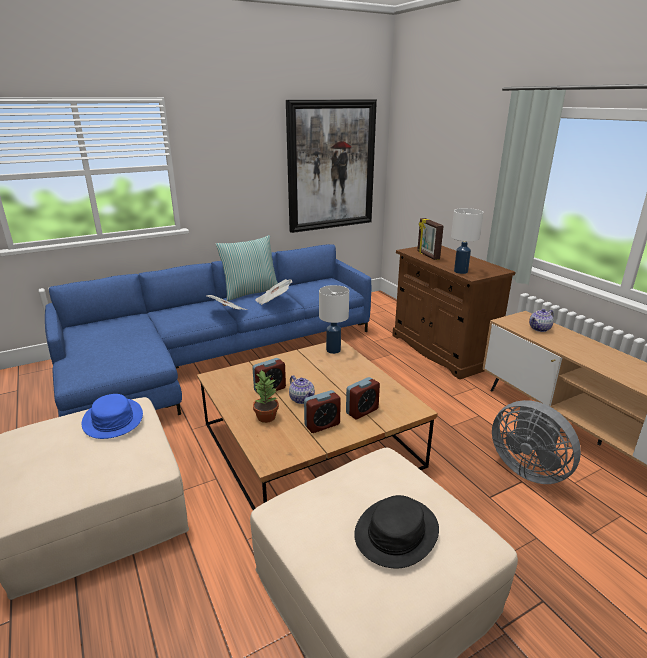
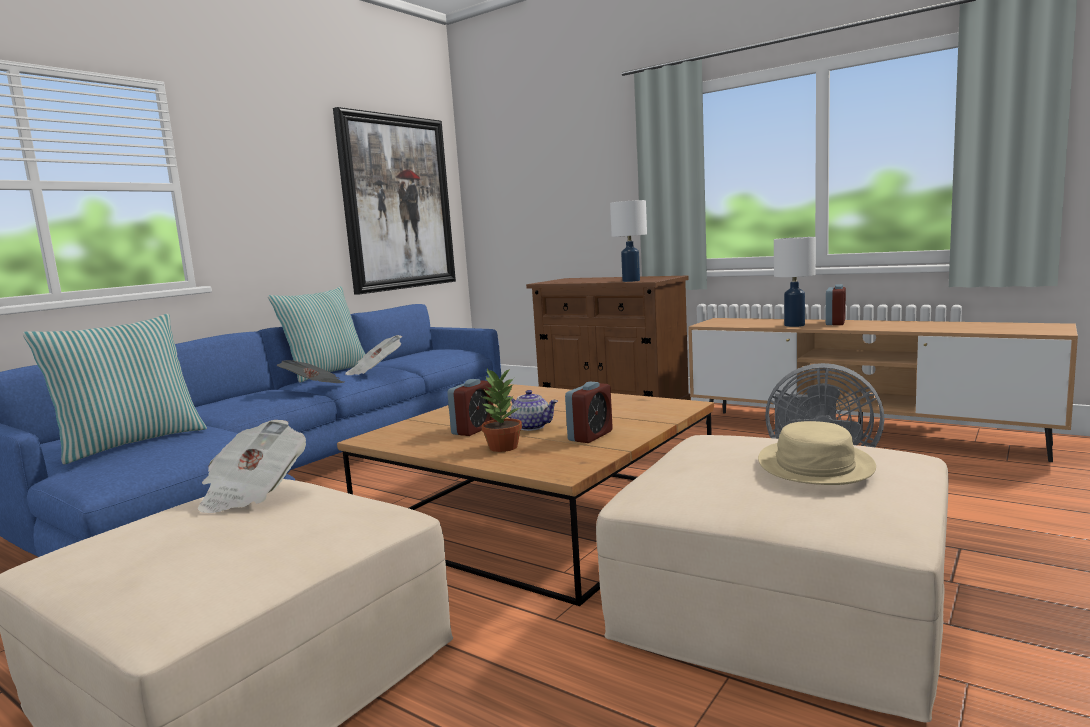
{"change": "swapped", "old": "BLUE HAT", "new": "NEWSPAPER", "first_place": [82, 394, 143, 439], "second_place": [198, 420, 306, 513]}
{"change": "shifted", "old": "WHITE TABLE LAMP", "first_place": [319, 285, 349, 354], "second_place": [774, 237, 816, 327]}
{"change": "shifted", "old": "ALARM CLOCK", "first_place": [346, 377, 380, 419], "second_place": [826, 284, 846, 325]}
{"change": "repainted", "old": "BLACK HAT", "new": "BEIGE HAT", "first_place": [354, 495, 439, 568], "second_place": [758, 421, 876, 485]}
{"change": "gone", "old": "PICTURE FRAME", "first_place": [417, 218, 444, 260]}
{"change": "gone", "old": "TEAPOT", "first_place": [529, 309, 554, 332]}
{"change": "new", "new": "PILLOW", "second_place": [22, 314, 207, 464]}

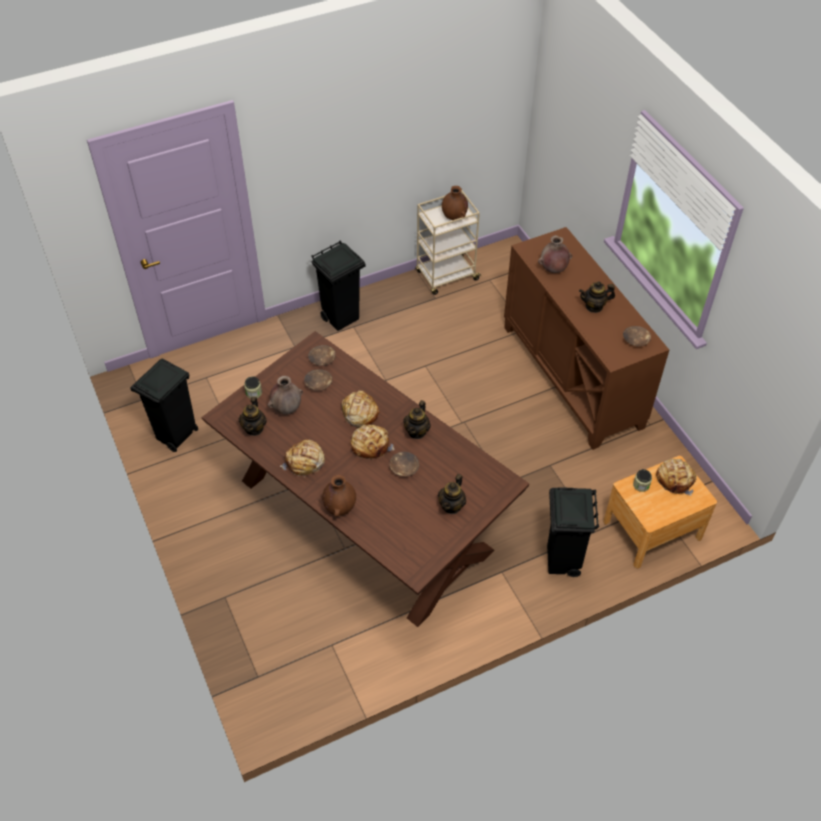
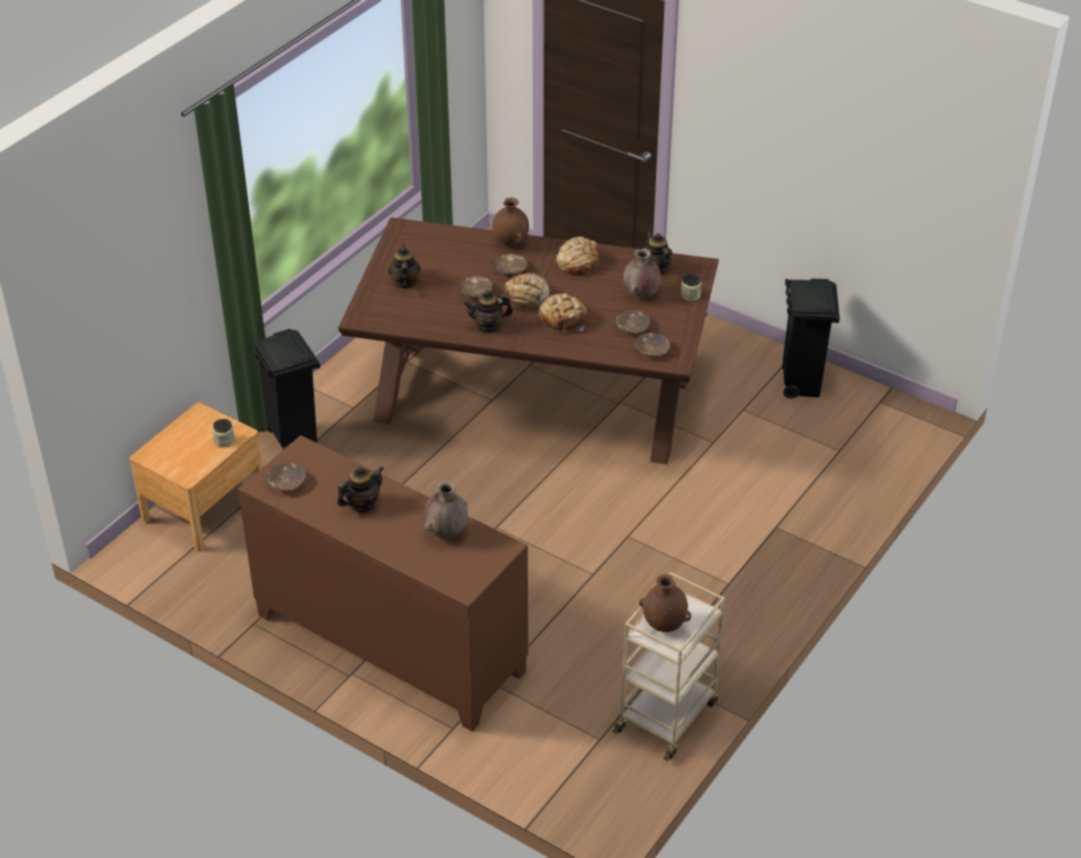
{"change": "gone", "old": "BLACK TRASH CAN", "first_place": [311, 241, 365, 331]}
{"change": "rotated", "old": "TEAPOT", "first_place": [403, 400, 431, 439], "second_place": [463, 290, 513, 333], "degrees": -90}
{"change": "gone", "old": "BREAD", "first_place": [656, 459, 697, 496]}
{"change": "new", "new": "BROWN BOWL", "second_place": [494, 254, 528, 276]}

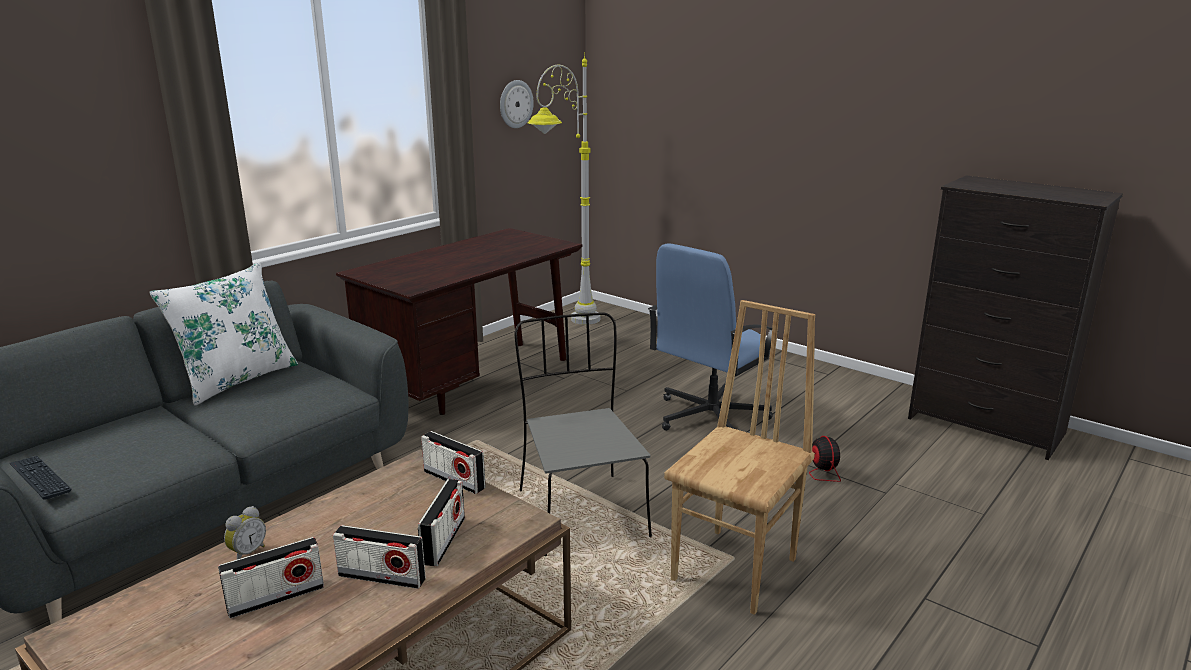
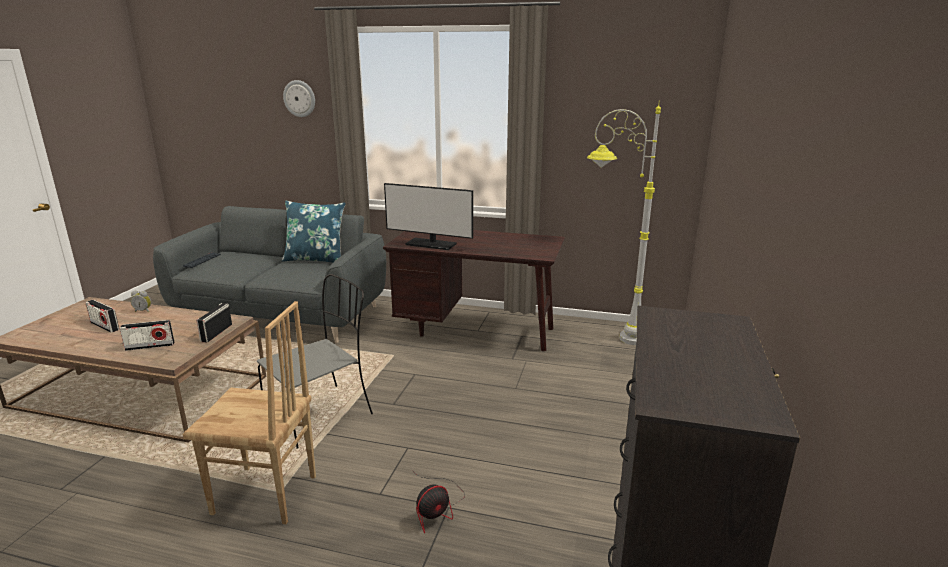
{"change": "repainted", "old": "WHITE PILLOW", "new": "BLUE PILLOW", "first_place": [149, 262, 298, 405], "second_place": [282, 201, 346, 263]}
{"change": "gone", "old": "RADIO", "first_place": [333, 525, 426, 589]}
{"change": "shifted", "old": "WALL CLOCK", "first_place": [500, 80, 534, 128], "second_place": [283, 80, 315, 117]}
{"change": "gone", "old": "BLUE OFFICE CHAIR", "first_place": [648, 243, 779, 431]}
{"change": "new", "new": "MONITOR", "second_place": [384, 183, 473, 250]}

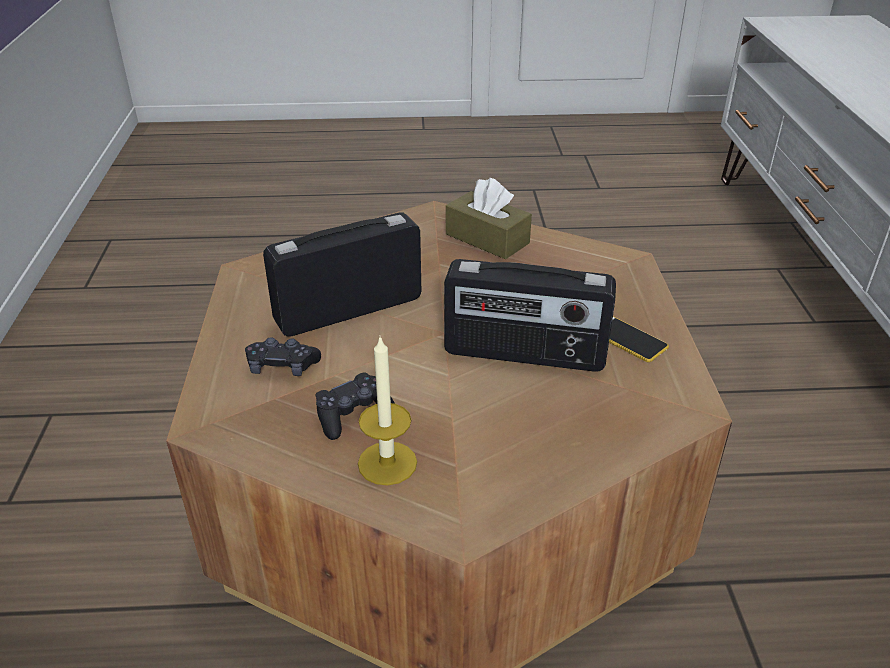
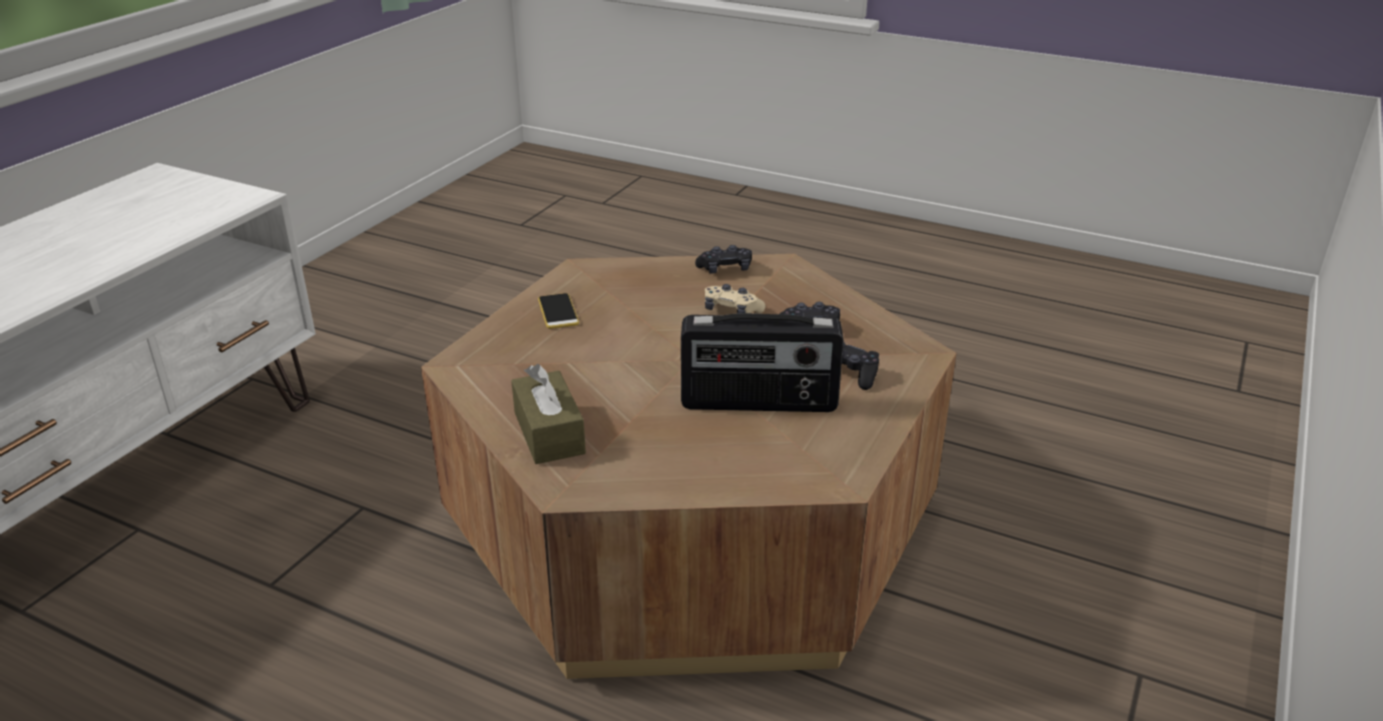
{"change": "gone", "old": "CANDLE", "first_place": [358, 336, 417, 486]}
{"change": "gone", "old": "RADIO", "first_place": [444, 259, 616, 372]}
{"change": "new", "new": "BLACK GAME CONTROLLER", "second_place": [695, 245, 752, 274]}
{"change": "new", "new": "BEIGE GAME CONTROLLER", "second_place": [705, 284, 766, 313]}

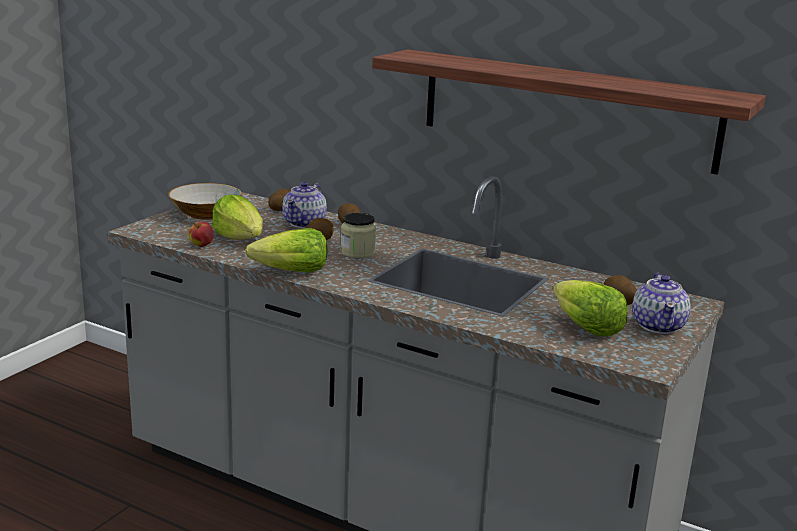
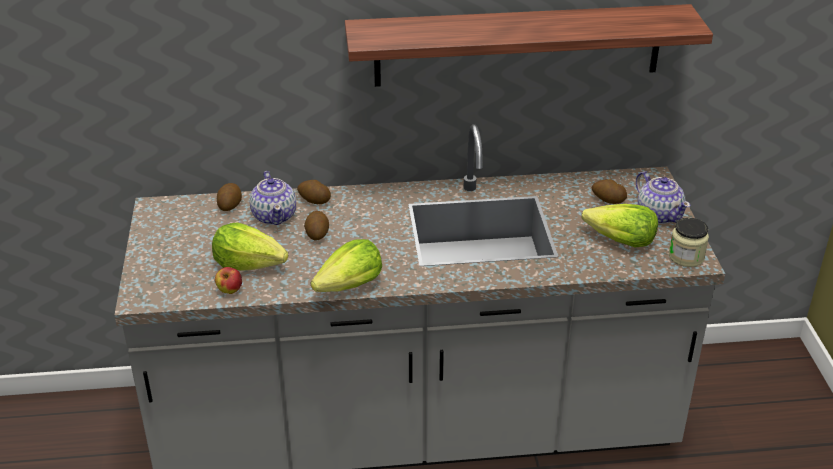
{"change": "gone", "old": "BOWL", "first_place": [168, 183, 242, 220]}
{"change": "shifted", "old": "JAR", "first_place": [341, 213, 376, 258], "second_place": [669, 218, 709, 267]}

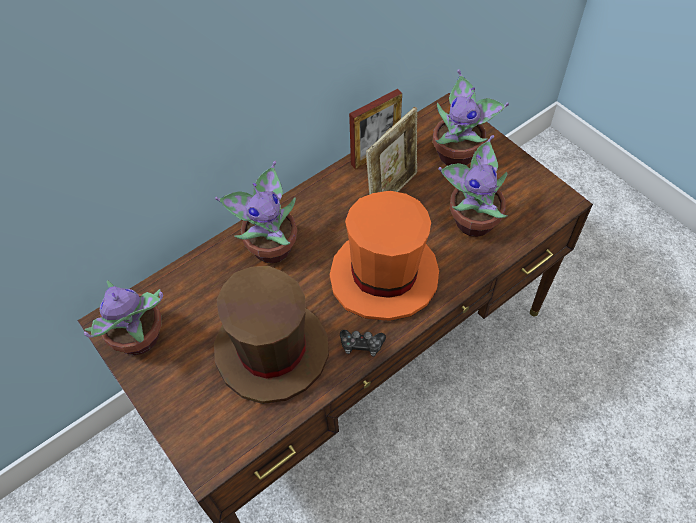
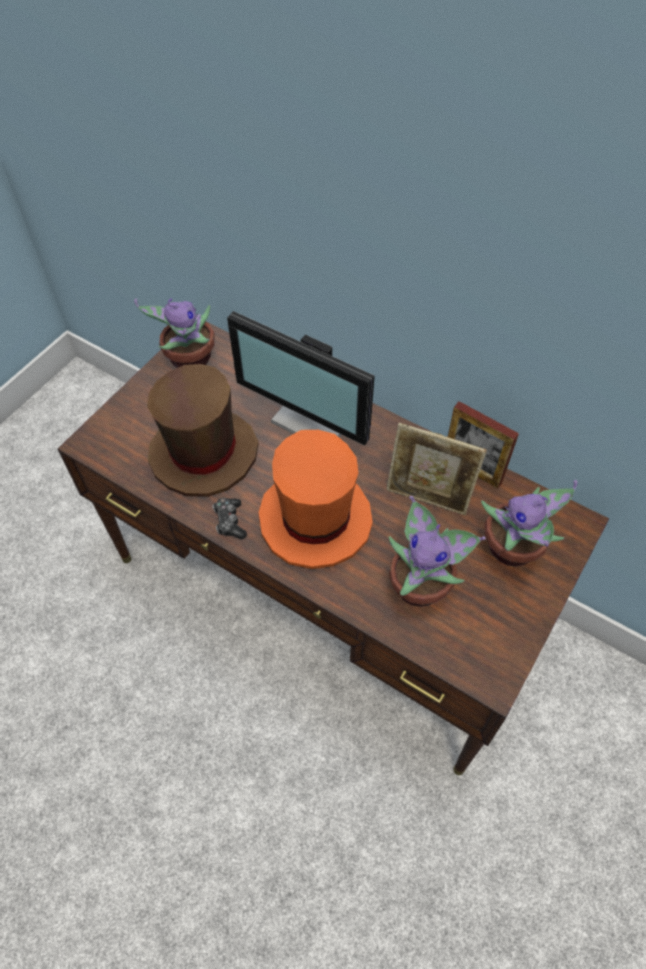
{"change": "swapped", "old": "POTTED PLANT", "new": "MONITOR", "first_place": [215, 161, 297, 263], "second_place": [227, 311, 375, 446]}

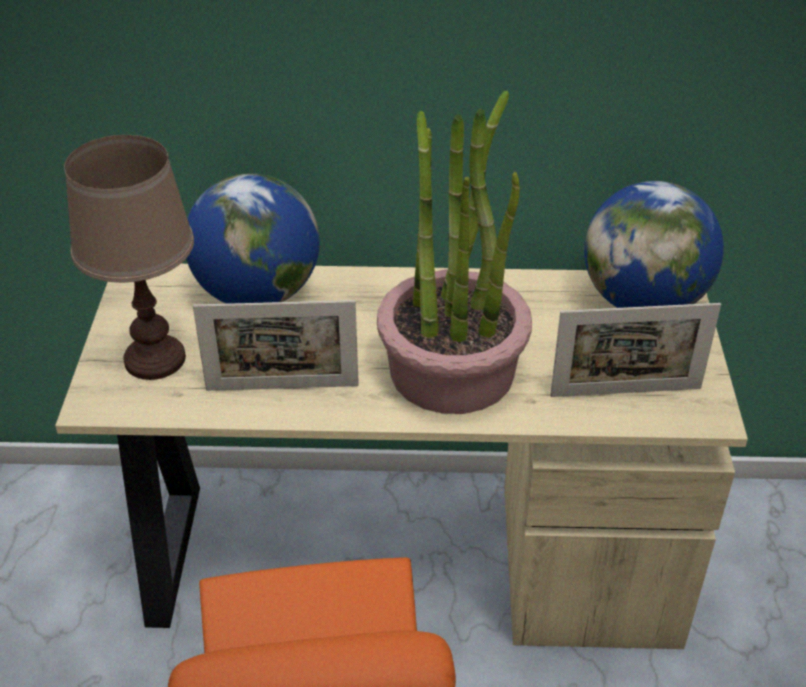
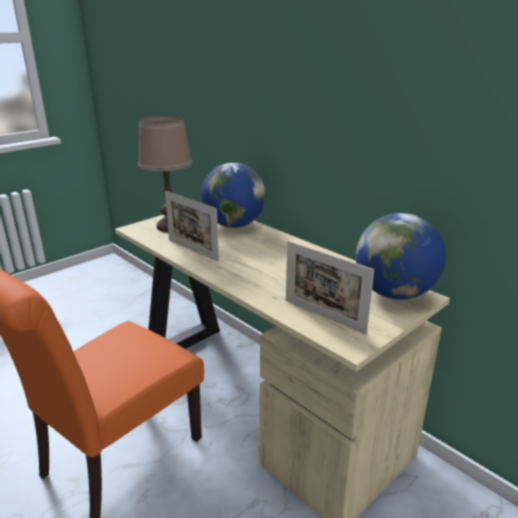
{"change": "gone", "old": "POTTED PLANT", "first_place": [377, 90, 532, 414]}

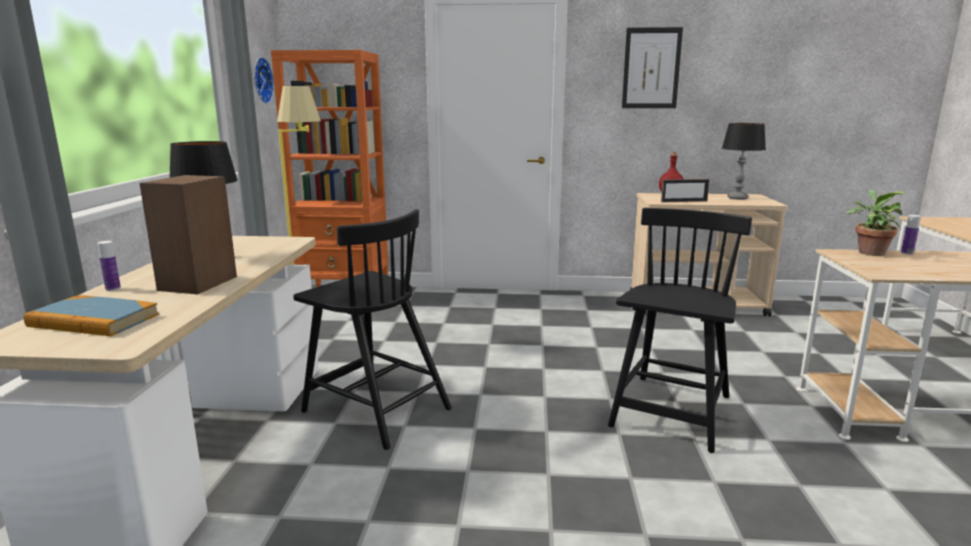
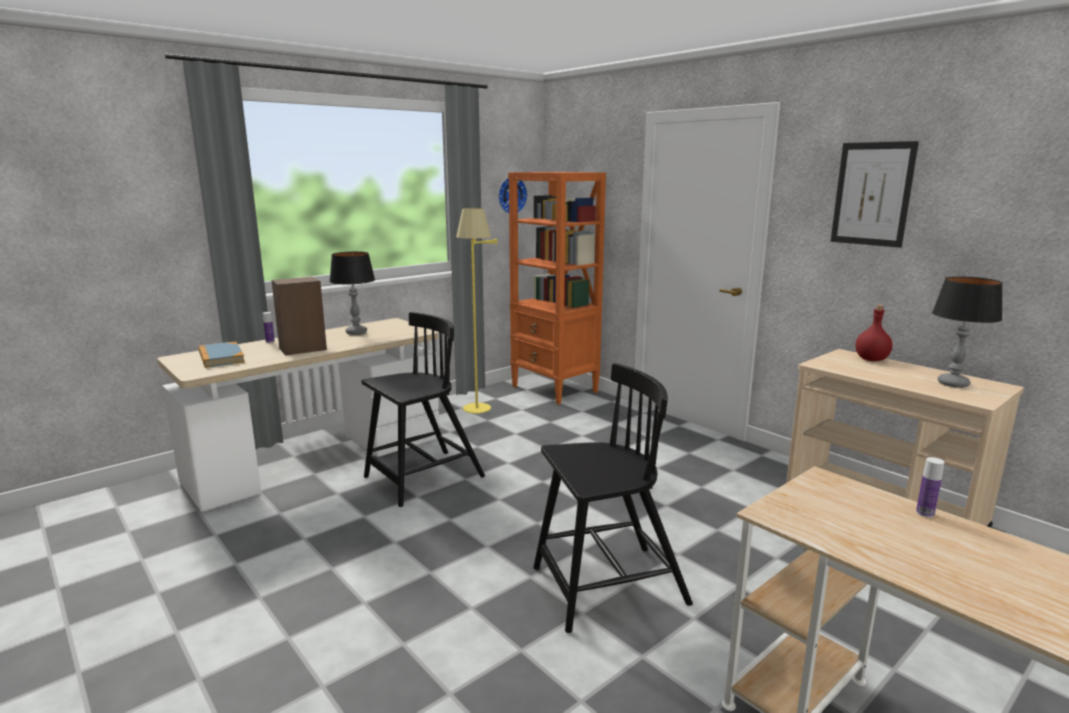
{"change": "rotated", "old": "BLACK CHAIR", "first_place": [293, 209, 452, 450], "second_place": [362, 312, 485, 507], "degrees": -120}
{"change": "gone", "old": "PICTURE FRAME", "first_place": [661, 179, 710, 203]}
{"change": "gone", "old": "POTTED PLANT", "first_place": [846, 190, 905, 256]}

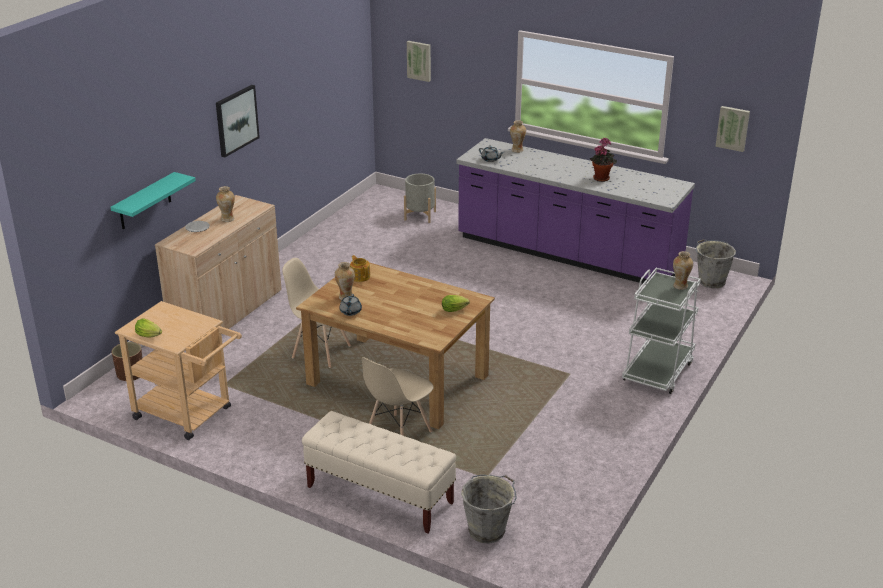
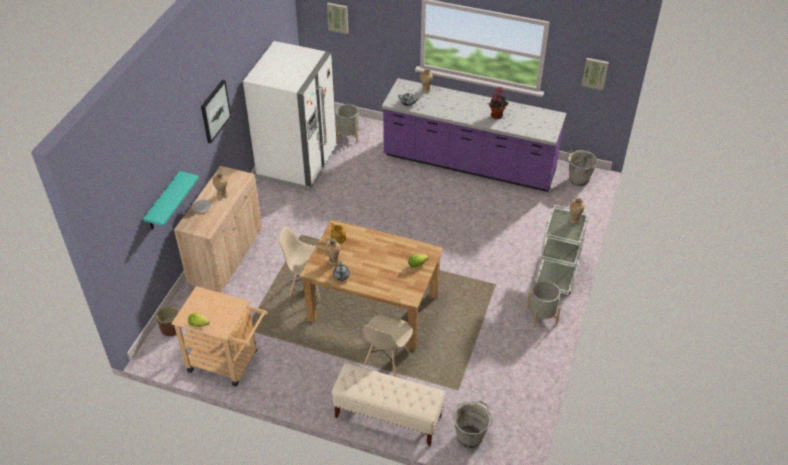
{"change": "new", "new": "WHITE FRIDGE", "second_place": [243, 41, 337, 190]}
{"change": "new", "new": "GREY PLANTER", "second_place": [526, 281, 561, 328]}

